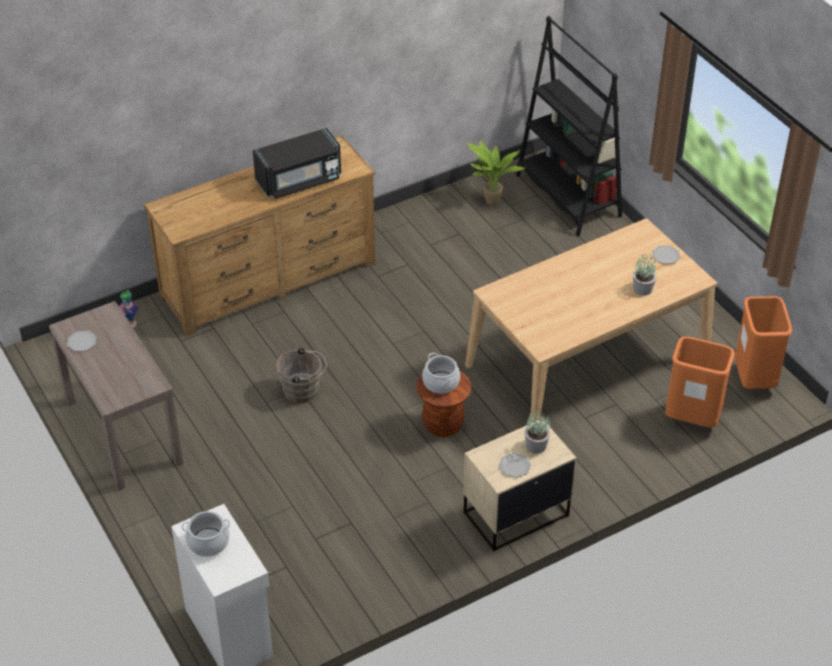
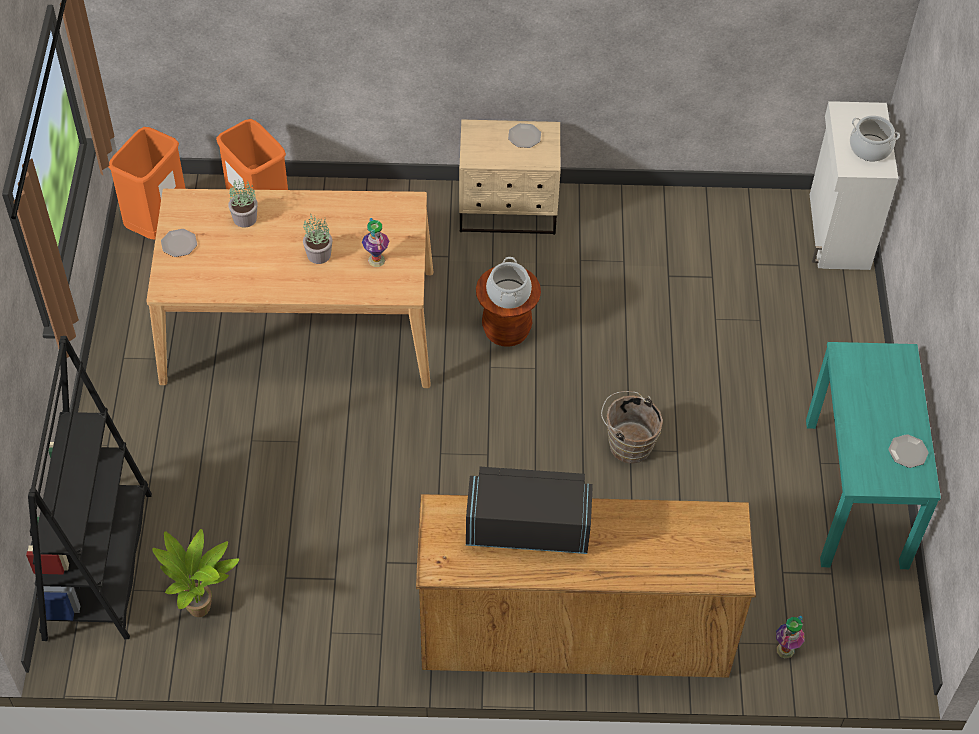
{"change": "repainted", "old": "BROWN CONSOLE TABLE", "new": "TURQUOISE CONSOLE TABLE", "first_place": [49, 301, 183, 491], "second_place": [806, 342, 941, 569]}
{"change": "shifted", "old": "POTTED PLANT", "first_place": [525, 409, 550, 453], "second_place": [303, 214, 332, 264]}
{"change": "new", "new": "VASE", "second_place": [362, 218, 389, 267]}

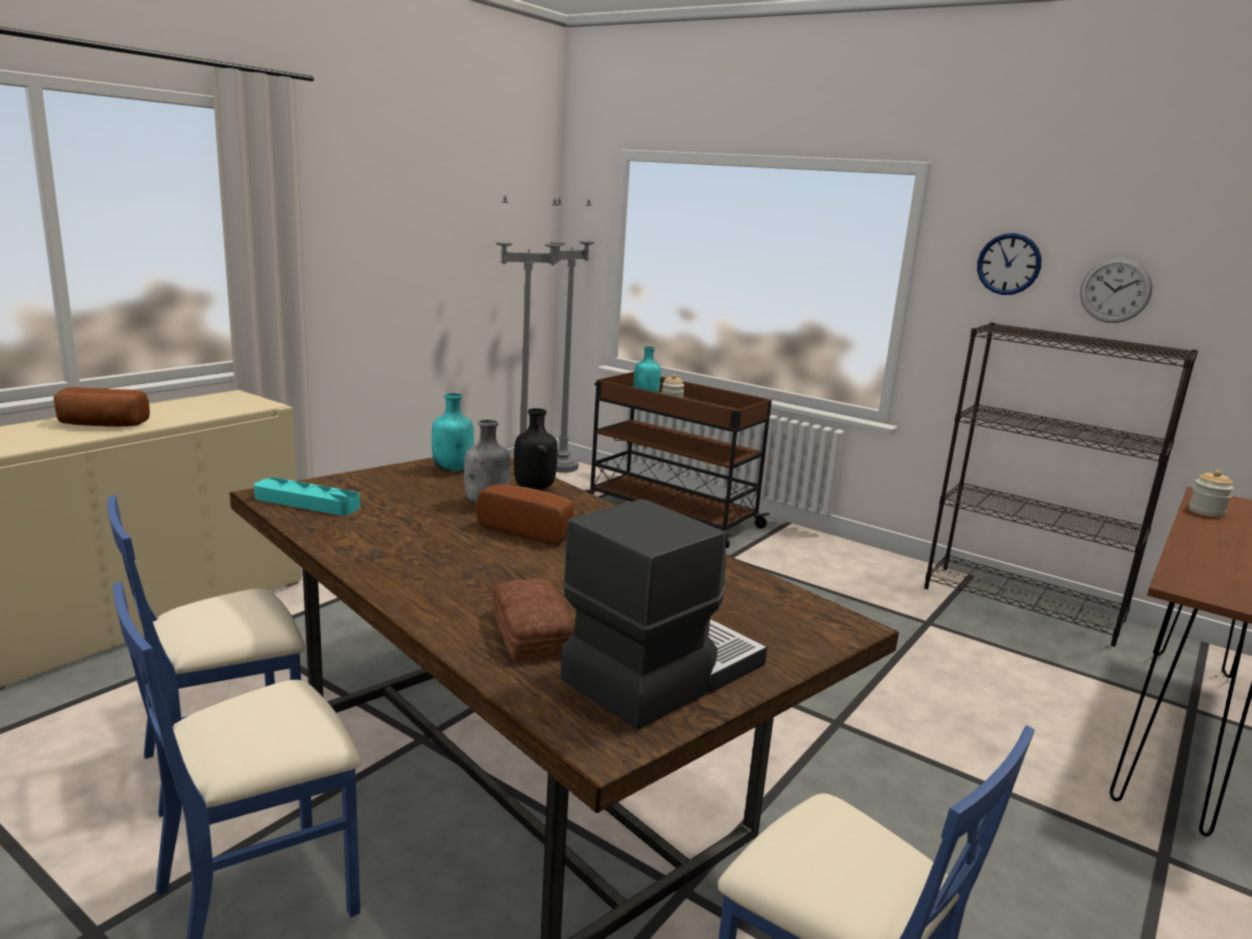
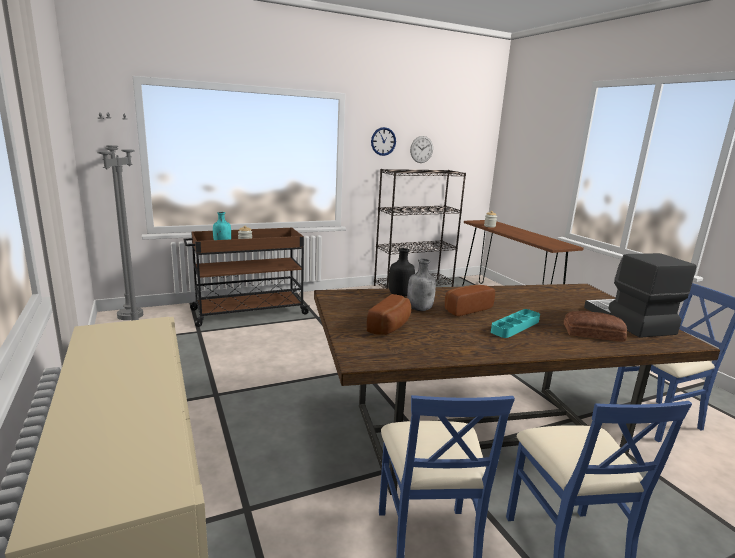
{"change": "shifted", "old": "BREAD", "first_place": [54, 387, 150, 427], "second_place": [367, 294, 411, 335]}
{"change": "shifted", "old": "TURQUOISE TRAY", "first_place": [254, 477, 360, 515], "second_place": [491, 309, 540, 338]}
{"change": "gone", "old": "TURQUOISE BOTTLE", "first_place": [432, 393, 474, 471]}

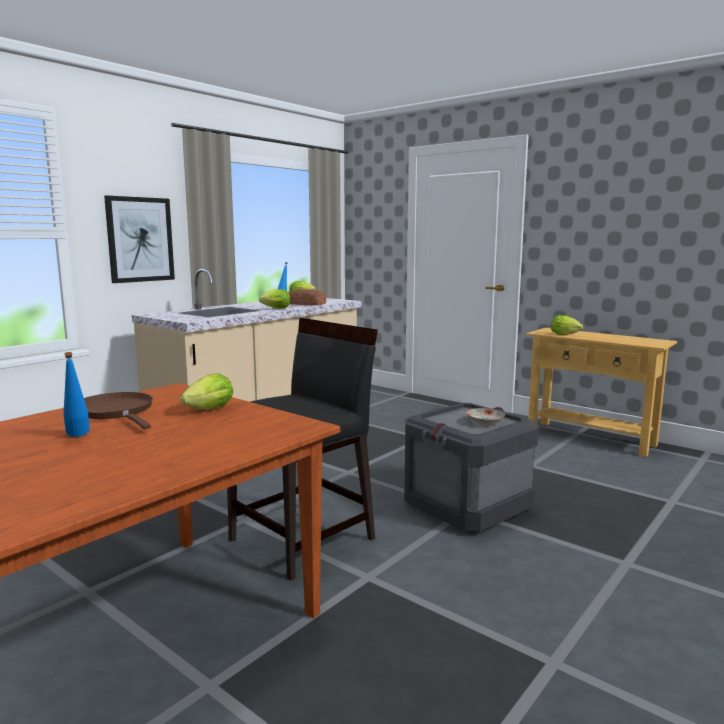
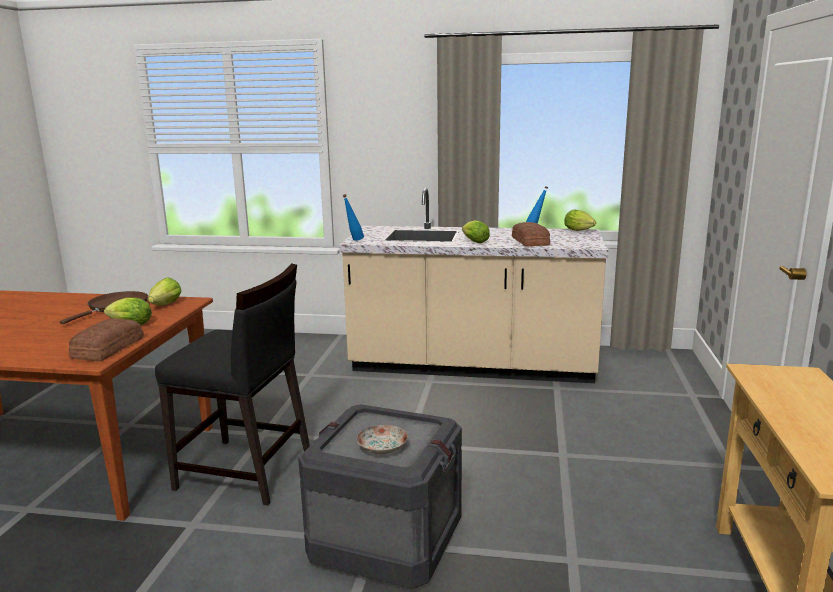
{"change": "shifted", "old": "BLUE BOTTLE", "first_place": [63, 352, 90, 437], "second_place": [343, 194, 364, 241]}
{"change": "gone", "old": "PICTURE", "first_place": [104, 195, 175, 283]}
{"change": "shifted", "old": "LETTUCE", "first_place": [550, 315, 583, 335], "second_place": [148, 277, 181, 305]}
{"change": "new", "new": "BREAD", "second_place": [69, 318, 144, 361]}

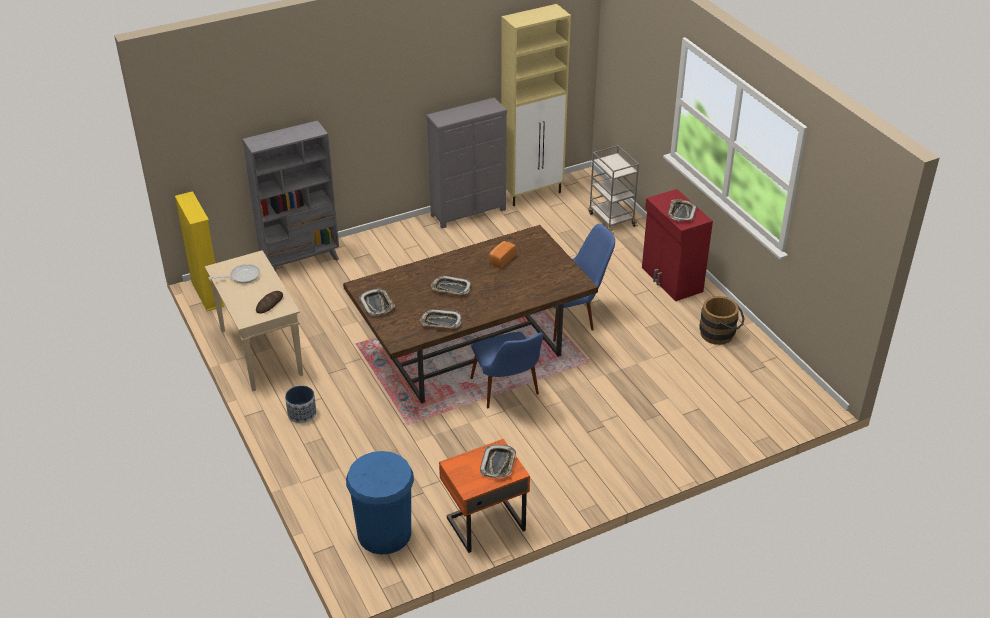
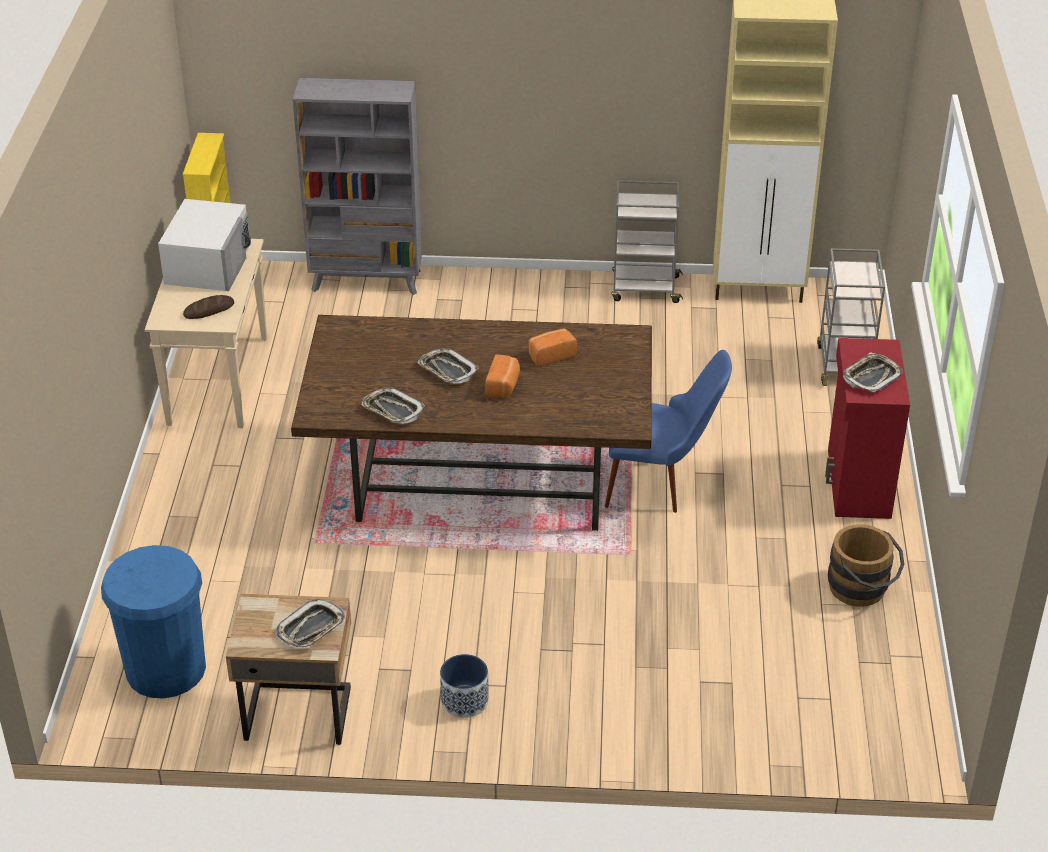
{"change": "swapped", "old": "FRYING PAN", "new": "WHITE MICROWAVE", "first_place": [210, 264, 260, 283], "second_place": [158, 199, 251, 291]}
{"change": "shifted", "old": "PLANTER", "first_place": [285, 385, 316, 423], "second_place": [440, 654, 489, 718]}
{"change": "gone", "old": "TRAY", "first_place": [359, 289, 395, 316]}
{"change": "swapped", "old": "GREY DRESSER", "new": "GREY CART", "first_place": [426, 98, 507, 229], "second_place": [611, 180, 683, 303]}
{"change": "repainted", "old": "ORANGE NIGHTSTAND", "new": "BEIGE NIGHTSTAND", "first_place": [439, 439, 530, 553], "second_place": [226, 594, 351, 745]}
{"change": "gone", "old": "BLUE CHAIR", "first_place": [470, 332, 543, 408]}
{"change": "new", "new": "BREAD", "second_place": [485, 354, 520, 398]}

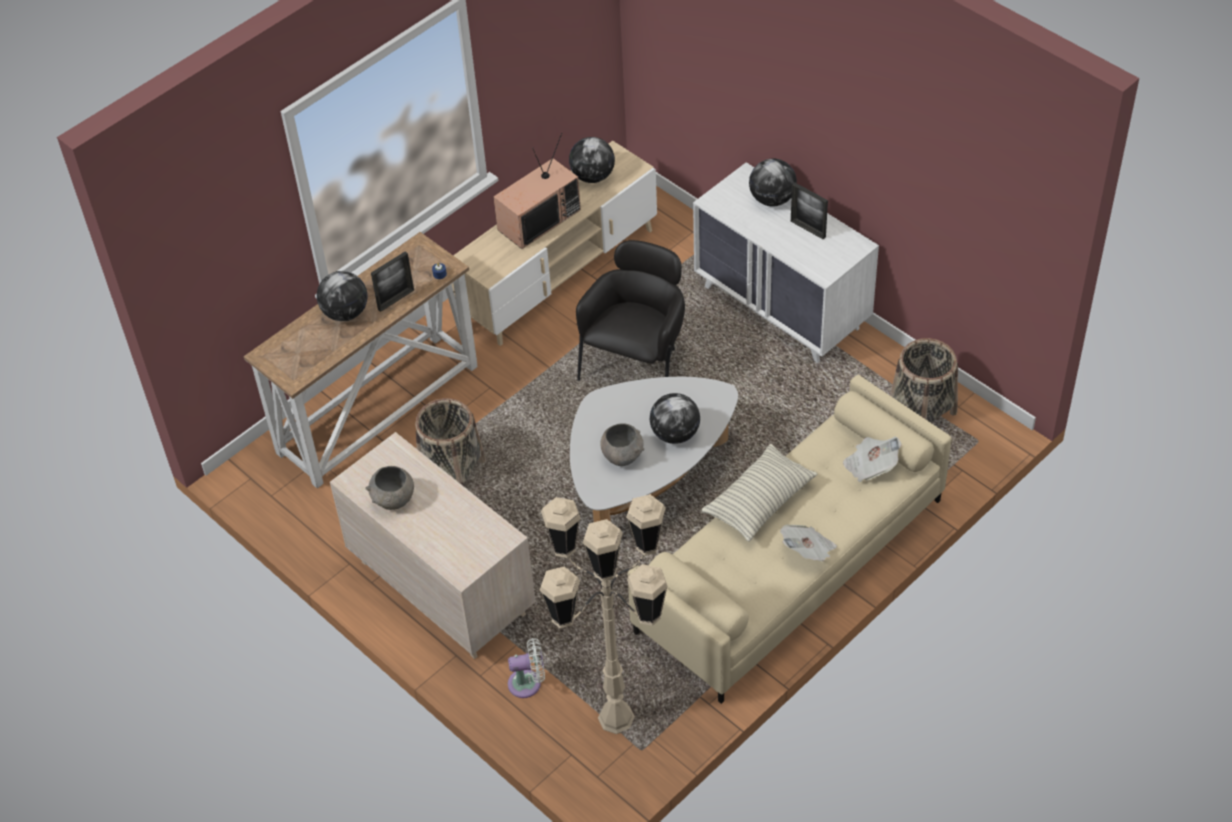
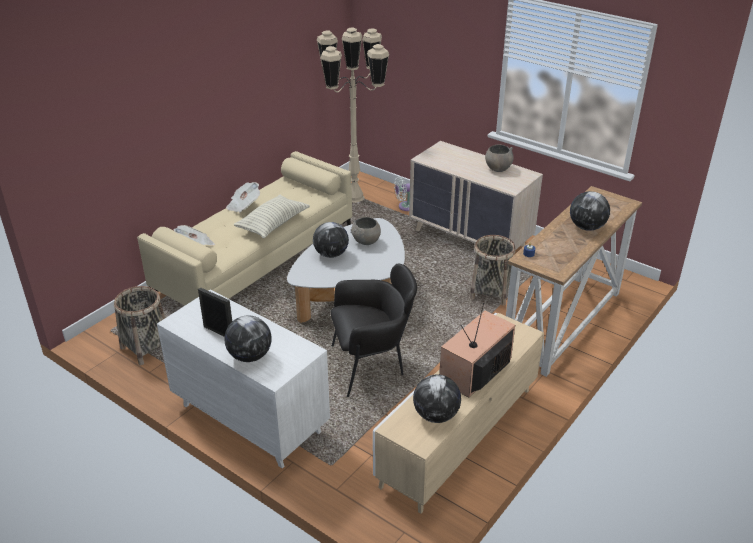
{"change": "gone", "old": "PICTURE FRAME", "first_place": [371, 251, 414, 312]}
{"change": "rotated", "old": "BLACK ARMCHAIR", "first_place": [576, 240, 685, 381], "second_place": [330, 263, 417, 397], "degrees": -120}

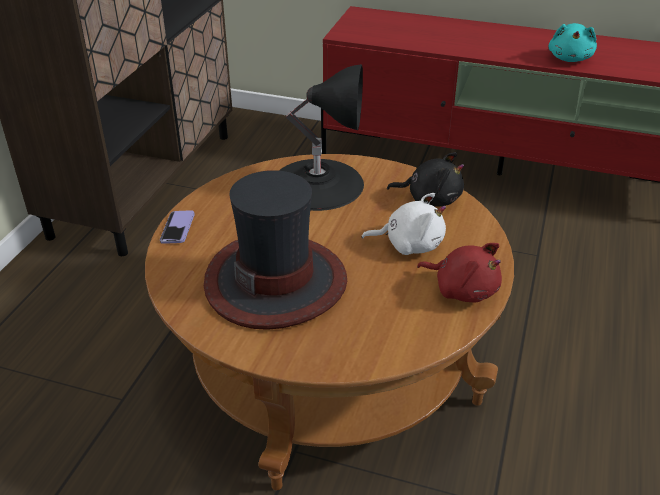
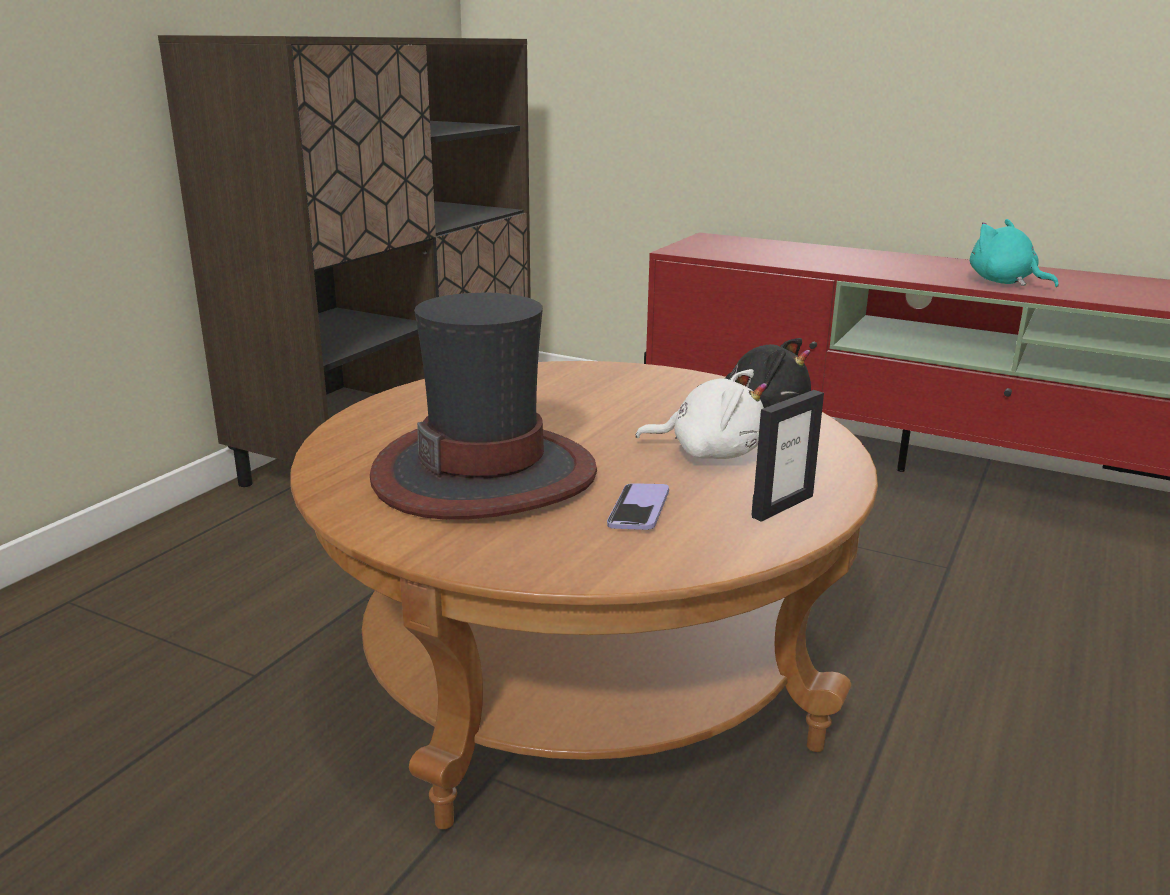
{"change": "shifted", "old": "PHONE", "first_place": [160, 210, 195, 244], "second_place": [607, 483, 669, 530]}
{"change": "gone", "old": "BLACK TABLE LAMP", "first_place": [279, 64, 364, 211]}
{"change": "swapped", "old": "RED PLUSH TOY", "new": "PICTURE FRAME", "first_place": [417, 243, 502, 302], "second_place": [751, 390, 824, 522]}
{"change": "rotated", "old": "TURQUOISE PLUSH TOY", "first_place": [549, 23, 597, 62], "second_place": [970, 219, 1059, 287], "degrees": 120}

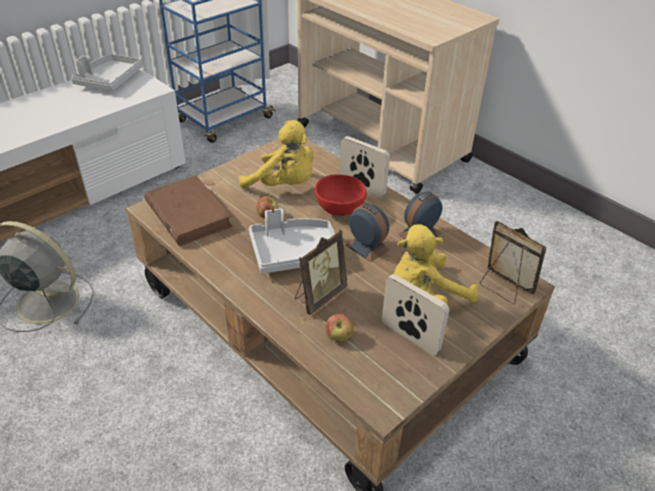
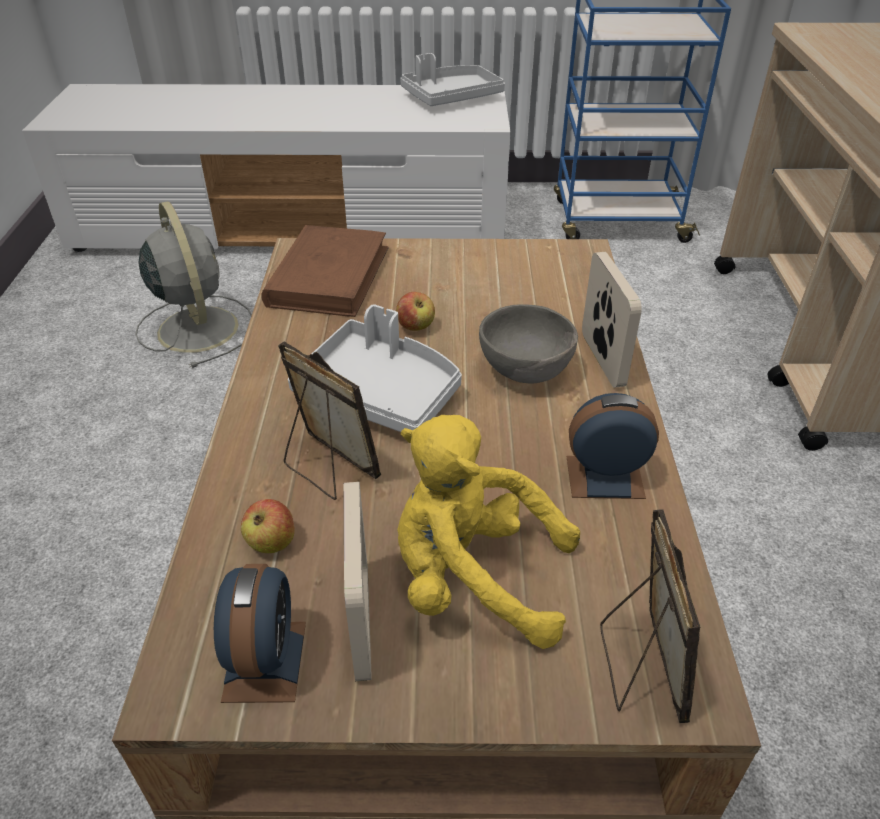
{"change": "gone", "old": "YELLOW PLUSH TOY", "first_place": [239, 120, 314, 189]}
{"change": "rotated", "old": "PICTURE FRAME", "first_place": [295, 230, 347, 315], "second_place": [278, 341, 381, 500], "degrees": -135}
{"change": "repainted", "old": "RED BOWL", "new": "GREY BOWL", "first_place": [315, 174, 366, 216], "second_place": [479, 304, 578, 384]}
{"change": "shifted", "old": "ALARM CLOCK", "first_place": [345, 203, 390, 262], "second_place": [214, 564, 306, 703]}

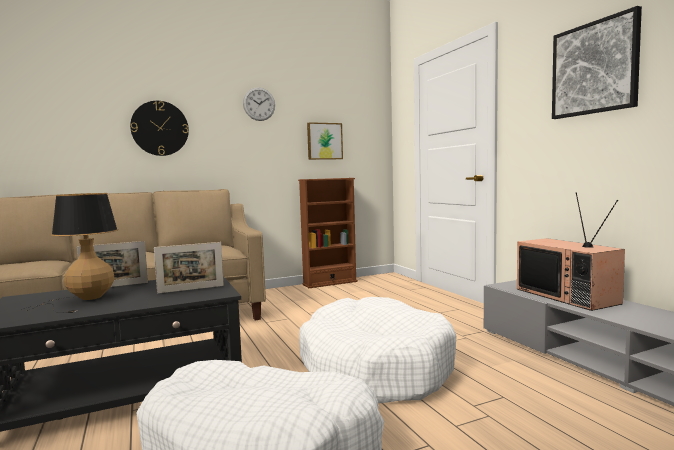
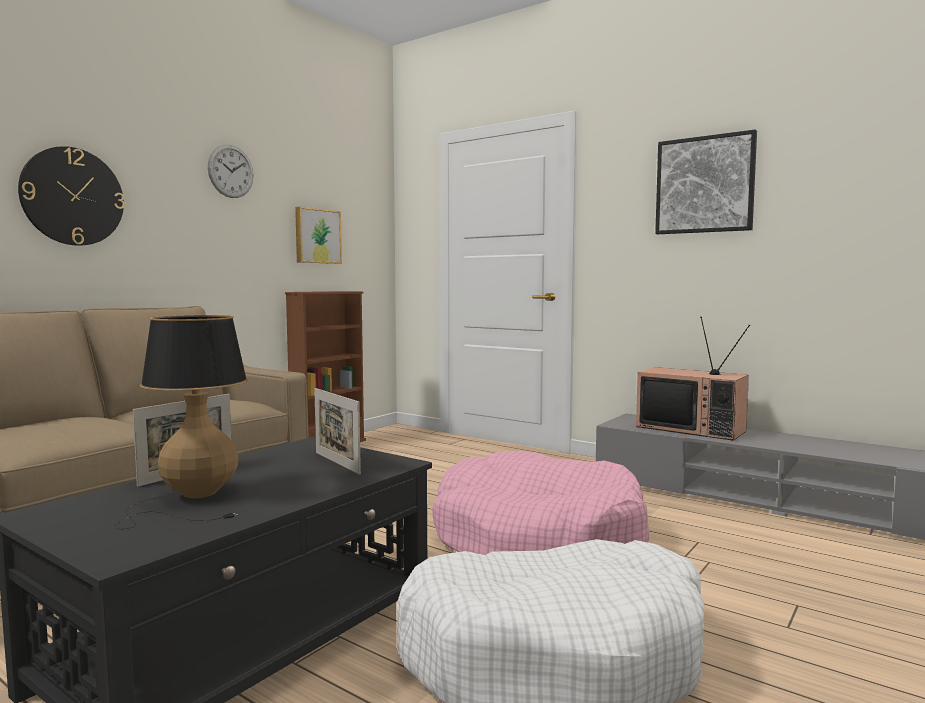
{"change": "rotated", "old": "PICTURE FRAME", "first_place": [154, 242, 224, 294], "second_place": [314, 388, 361, 475], "degrees": 105}
{"change": "repainted", "old": "WHITE DOG BED", "new": "PINK DOG BED", "first_place": [299, 297, 456, 403], "second_place": [432, 450, 649, 555]}

